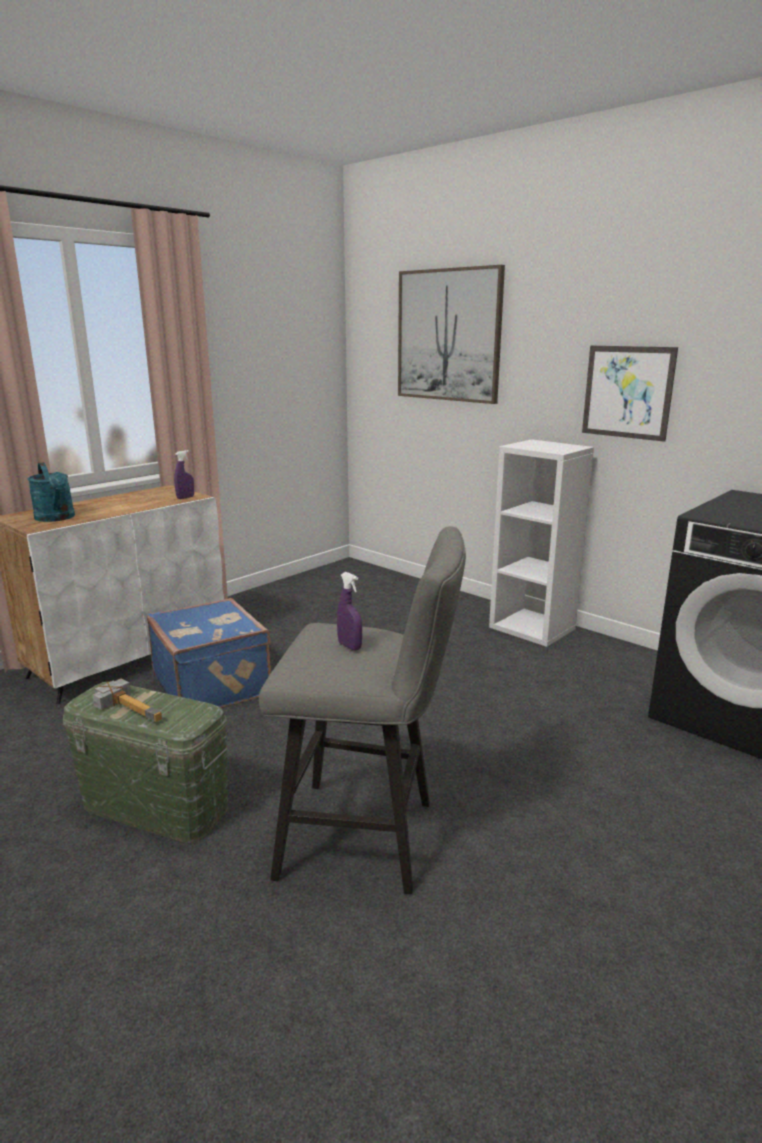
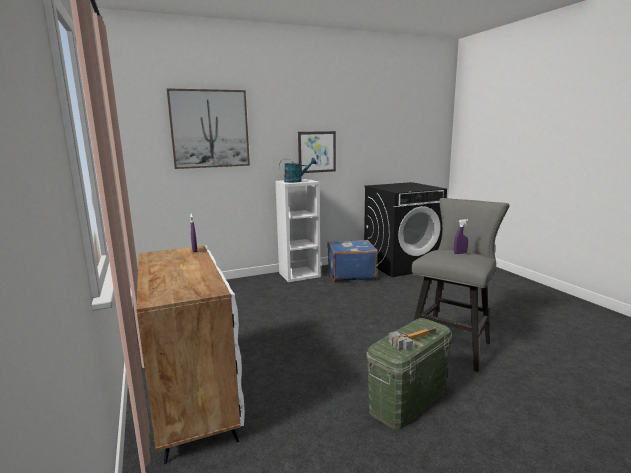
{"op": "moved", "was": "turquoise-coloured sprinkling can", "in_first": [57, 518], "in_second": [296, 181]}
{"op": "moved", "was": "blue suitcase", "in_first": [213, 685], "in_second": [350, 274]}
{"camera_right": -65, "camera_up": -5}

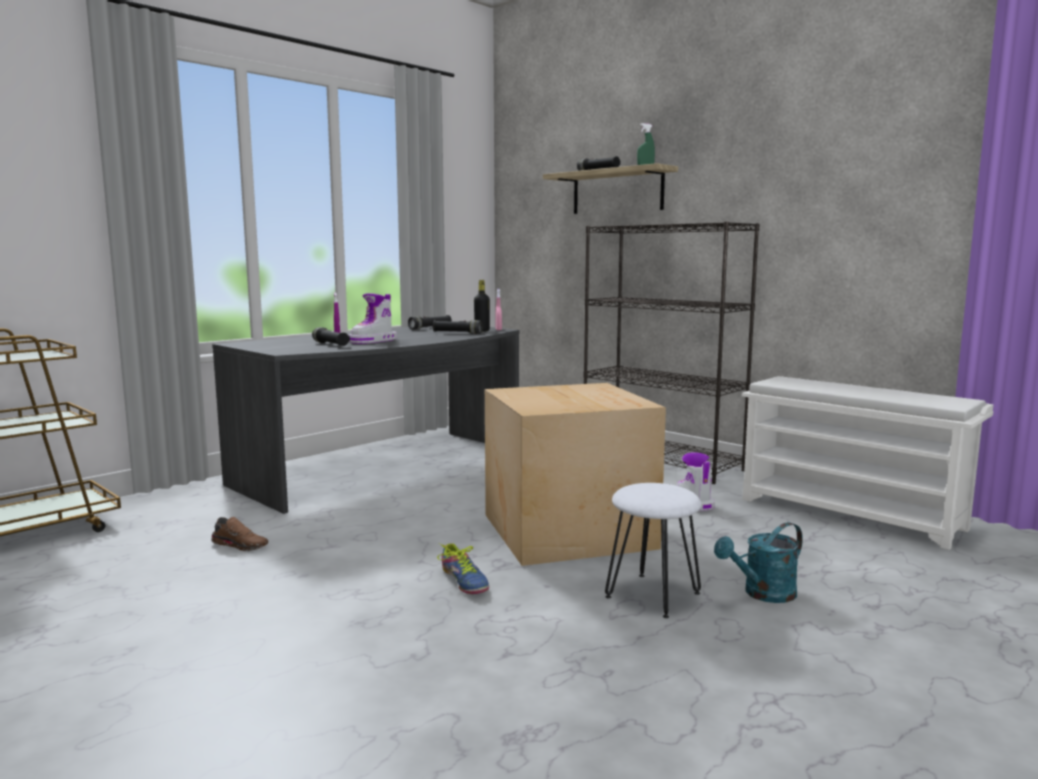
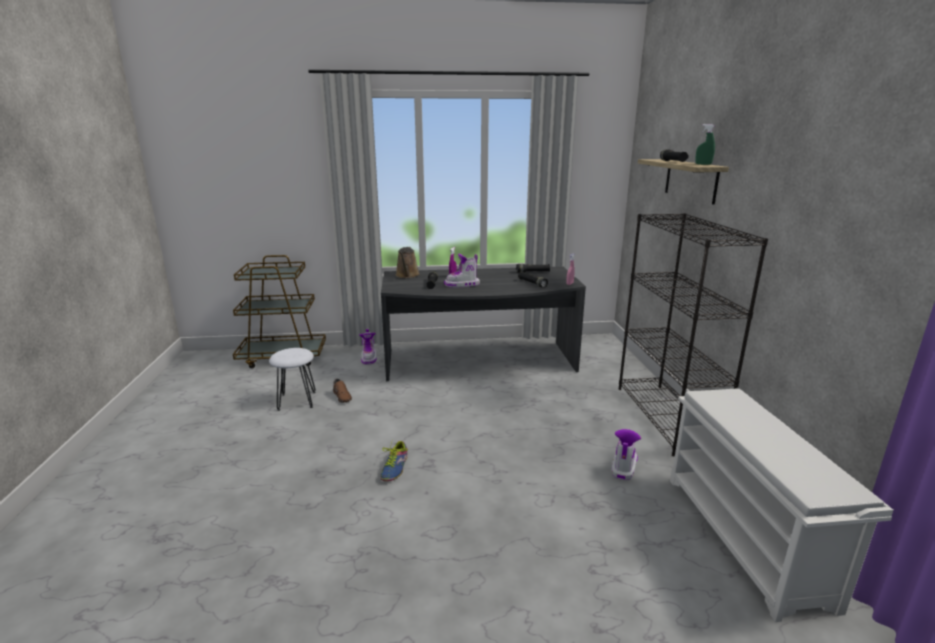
{"op": "removed", "was": "black drink bottle", "in_first": [482, 331]}
{"op": "removed", "was": "cardboard box", "in_first": [569, 530]}
{"op": "moved", "was": "white sitting stool", "in_first": [652, 594], "in_second": [297, 400]}
{"op": "removed", "was": "turquoise-coloured sprinkling can", "in_first": [763, 594]}
{"op": "added", "now": "brown-coloured sprinkling can", "in_second": [407, 275]}
{"op": "added", "now": "tall boot", "in_second": [369, 358]}
{"camera_right": 40, "camera_up": 10}

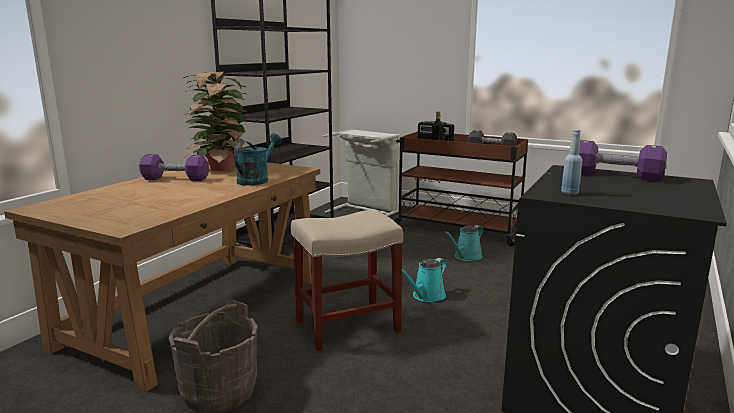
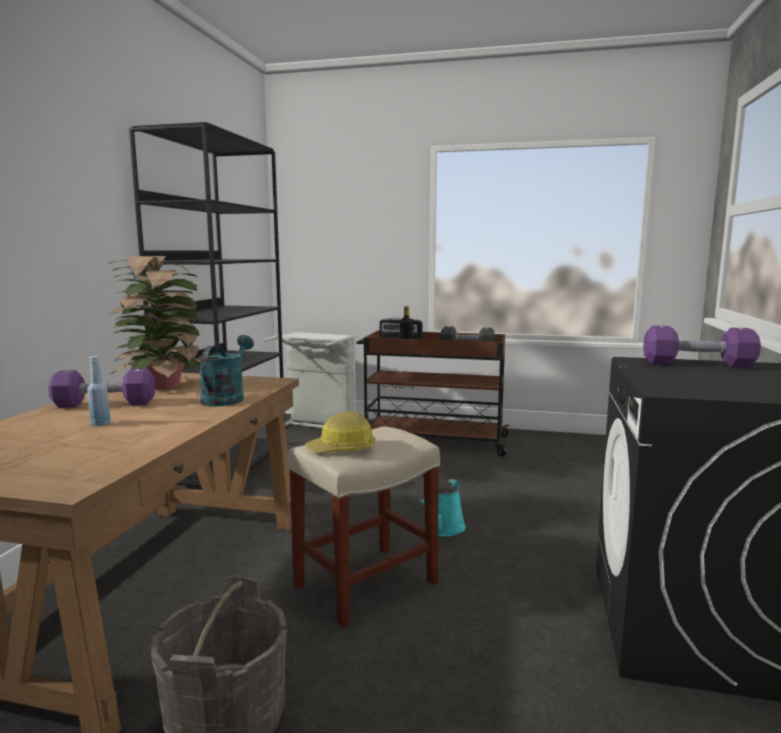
{"op": "moved", "was": "blue drink bottle", "in_first": [569, 193], "in_second": [100, 423]}
{"op": "removed", "was": "turquoise-coloured sprinkling can", "in_first": [466, 257]}
{"op": "added", "now": "safety helmet", "in_second": [342, 450]}
{"camera_right": -15, "camera_up": -5}

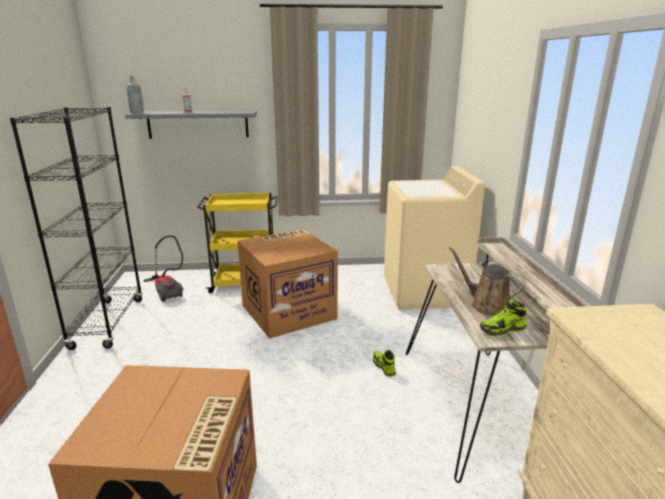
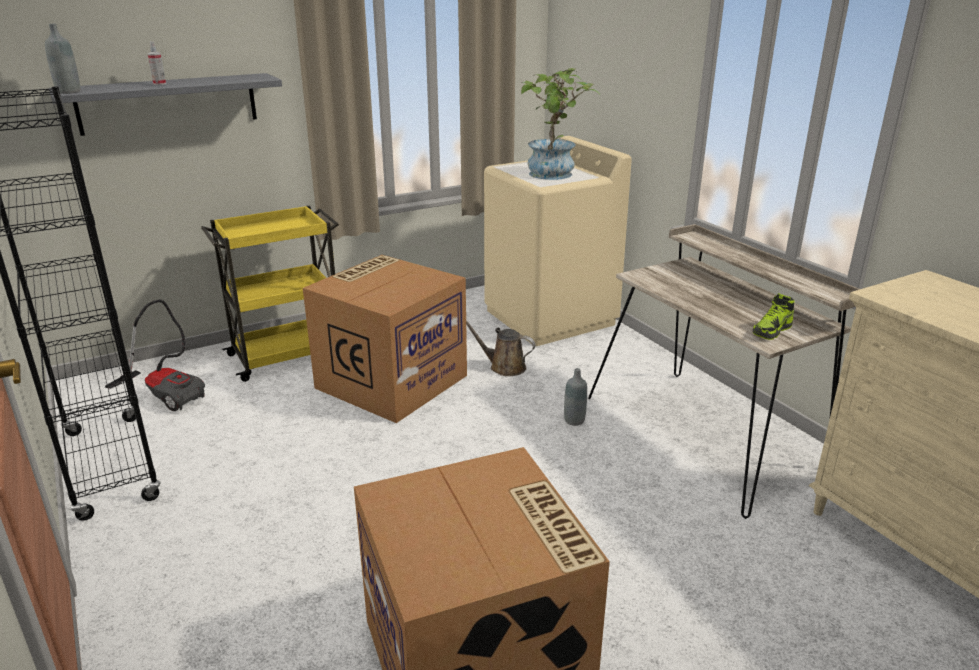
{"op": "moved", "was": "brown-coloured sprinkling can", "in_first": [486, 305], "in_second": [504, 367]}
{"op": "replaced", "was": "low shoe", "now": "grey drink bottle", "in_first": [383, 367], "in_second": [574, 420]}
{"op": "added", "now": "plant in a pot", "in_second": [553, 175]}
{"camera_right": -25, "camera_up": 5}

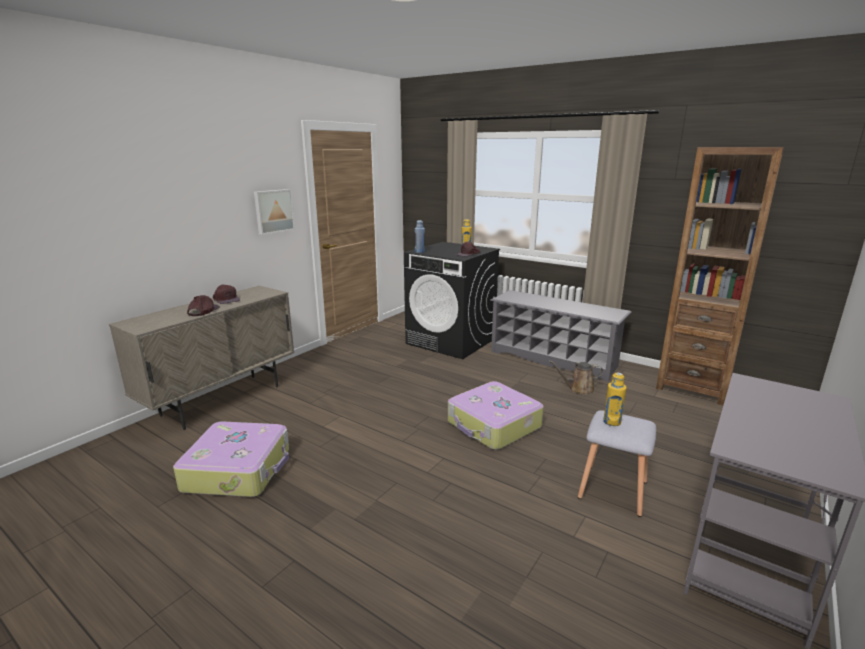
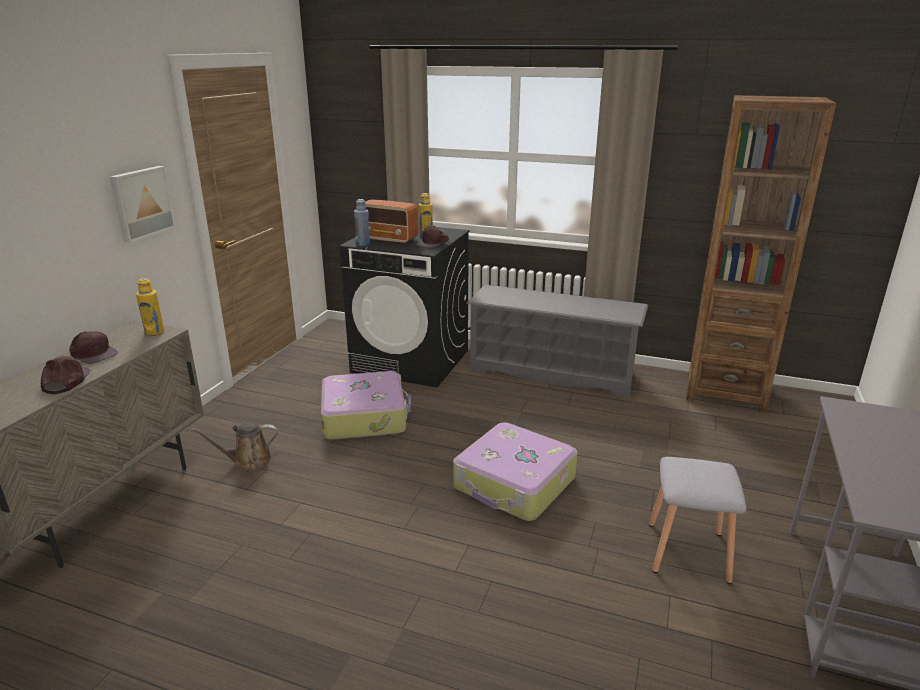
{"op": "moved", "was": "brown-coloured sprinkling can", "in_first": [578, 389], "in_second": [248, 461]}
{"op": "moved", "was": "yellow drink bottle", "in_first": [612, 422], "in_second": [154, 332]}
{"op": "moved", "was": "suitcase", "in_first": [239, 469], "in_second": [365, 416]}
{"op": "added", "now": "radio", "in_second": [389, 239]}
{"camera_right": -15, "camera_up": 5}

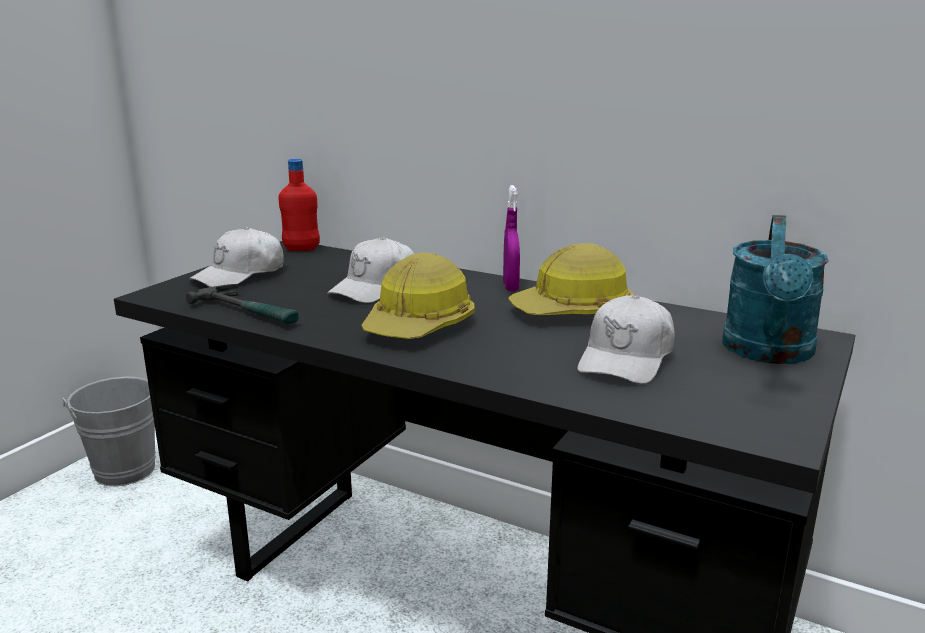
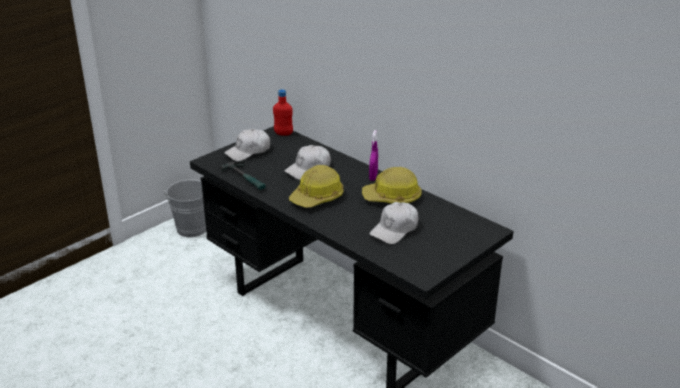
{"op": "removed", "was": "turquoise-coloured sprinkling can", "in_first": [768, 353]}
{"camera_right": 15, "camera_up": 10}

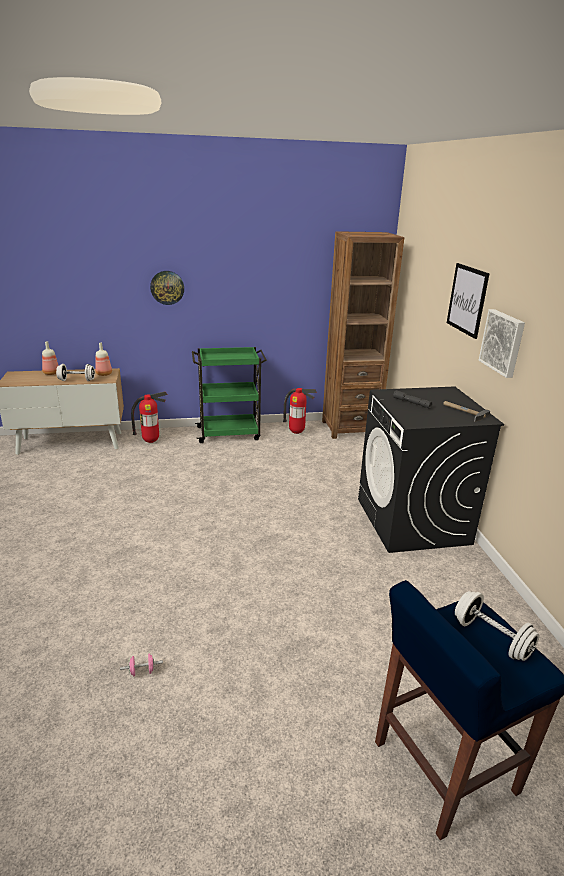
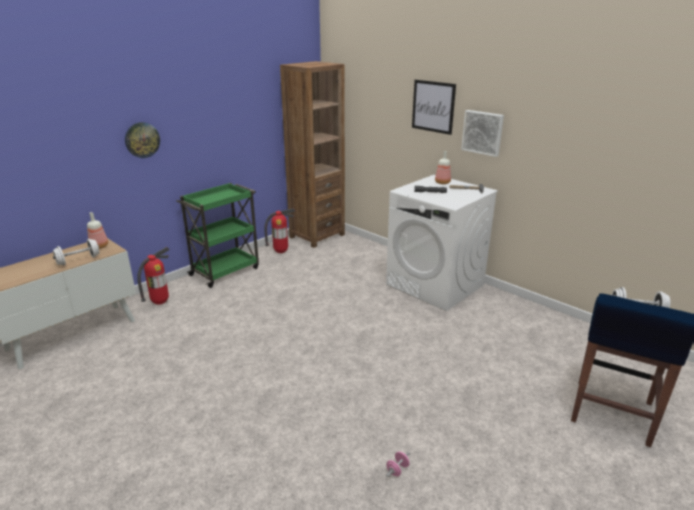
{"op": "moved", "was": "drink bottle", "in_first": [51, 373], "in_second": [443, 183]}
{"op": "recoloured", "was": "black laundry appliance", "now": "white laundry appliance", "in_first": [413, 521], "in_second": [435, 285]}
{"camera_right": -35, "camera_up": 0}

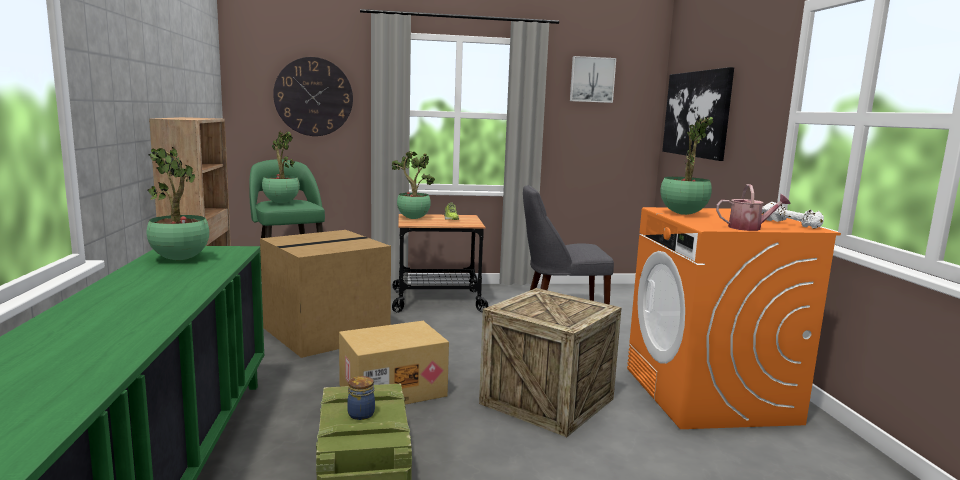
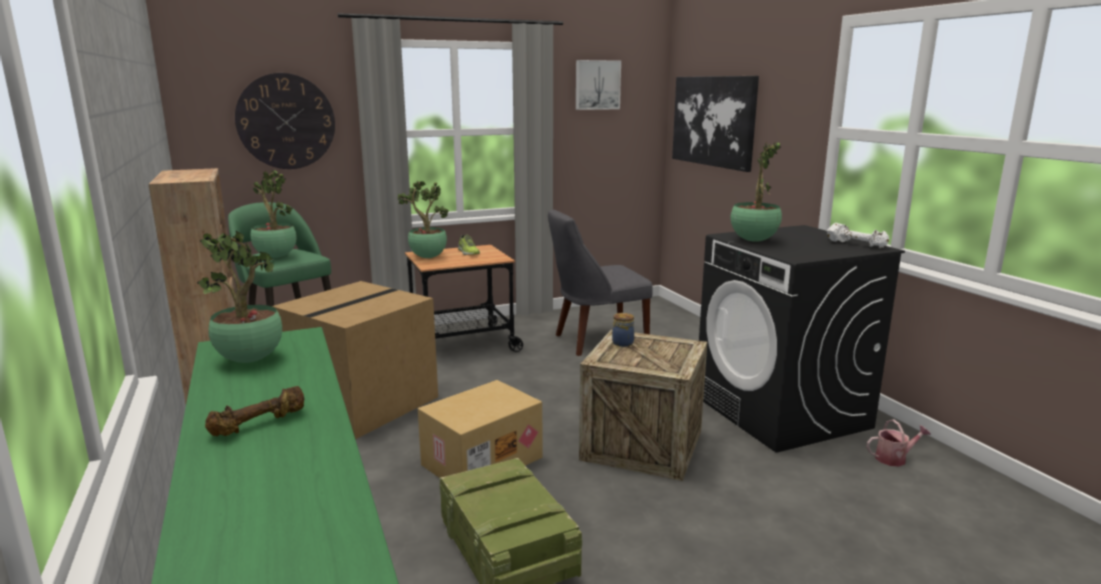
{"op": "moved", "was": "sprinkling can", "in_first": [749, 228], "in_second": [894, 458]}
{"op": "recoloured", "was": "orange laundry appliance", "now": "black laundry appliance", "in_first": [709, 395], "in_second": [781, 412]}
{"op": "moved", "was": "preserve jar", "in_first": [362, 413], "in_second": [623, 343]}
{"op": "added", "now": "brown-coloured hand weight", "in_second": [259, 425]}
{"camera_right": -15, "camera_up": 5}

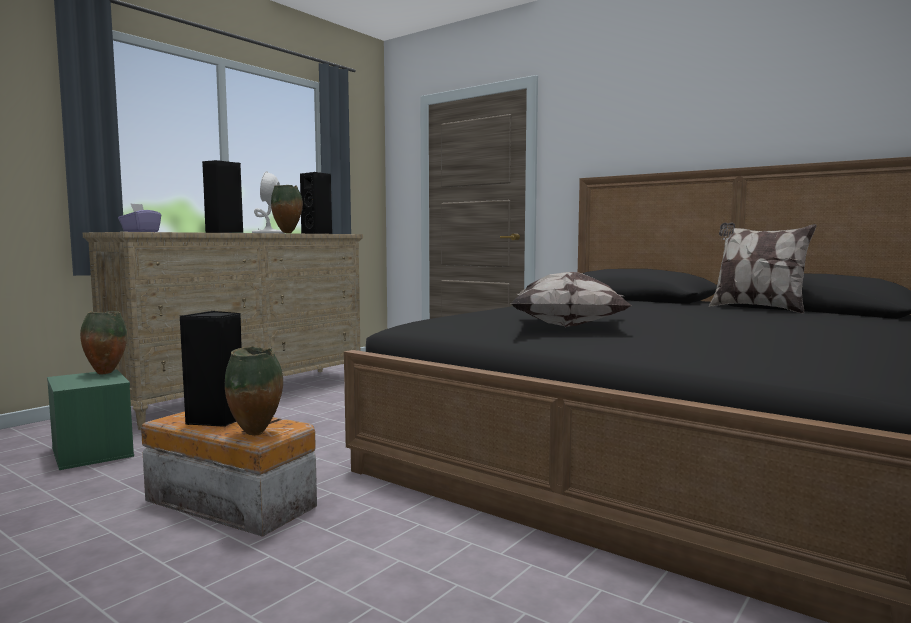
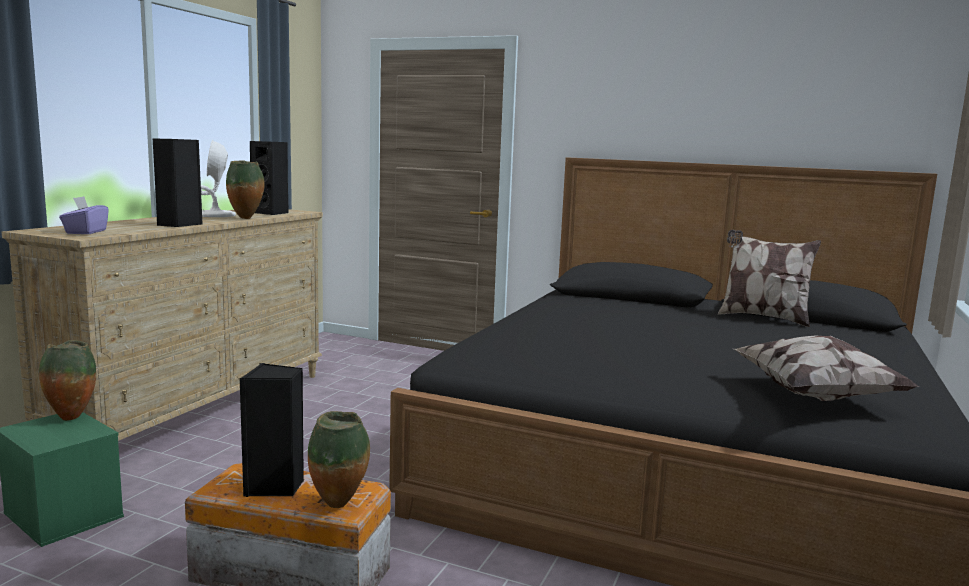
{"op": "moved", "was": "throw pillow", "in_first": [570, 325], "in_second": [816, 395]}
{"camera_right": -15, "camera_up": 5}

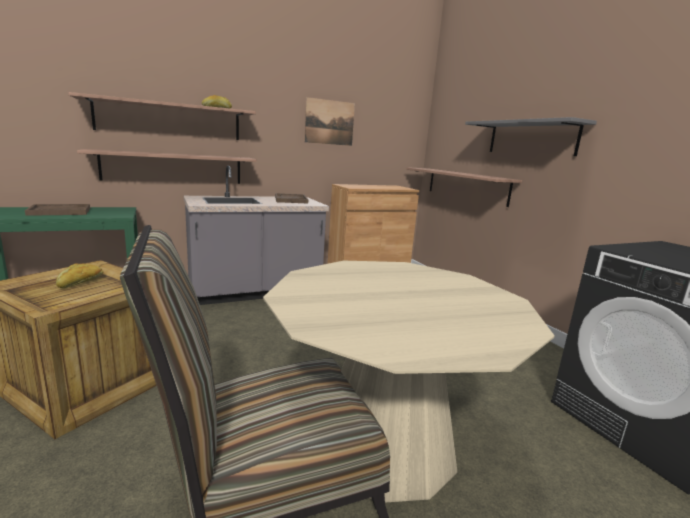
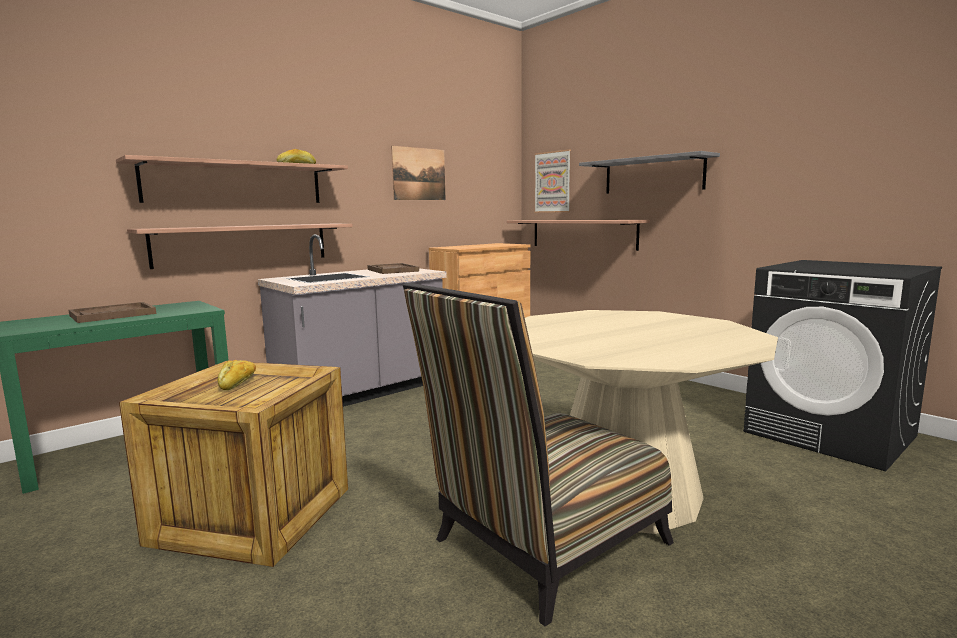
{"op": "added", "now": "picture", "in_second": [552, 182]}
{"camera_right": -15, "camera_up": -5}

